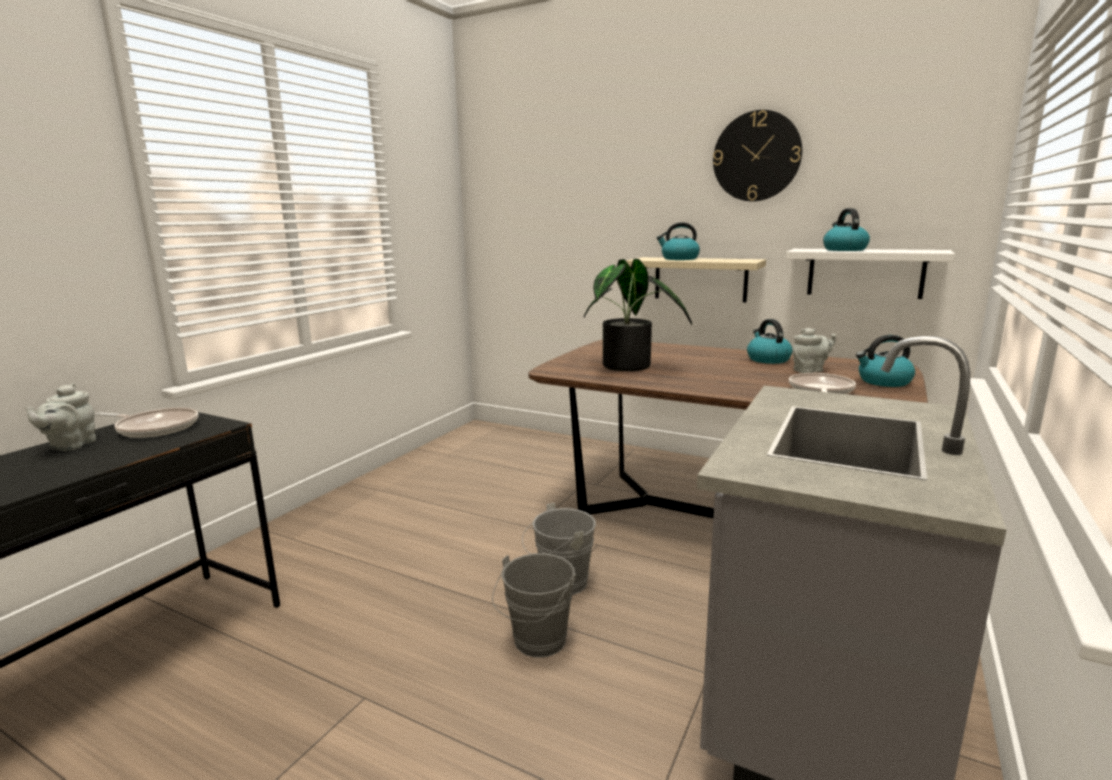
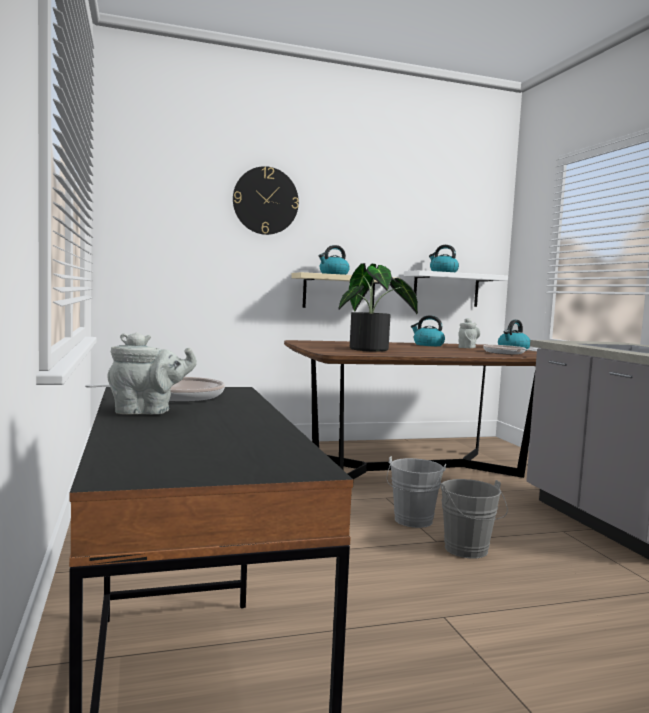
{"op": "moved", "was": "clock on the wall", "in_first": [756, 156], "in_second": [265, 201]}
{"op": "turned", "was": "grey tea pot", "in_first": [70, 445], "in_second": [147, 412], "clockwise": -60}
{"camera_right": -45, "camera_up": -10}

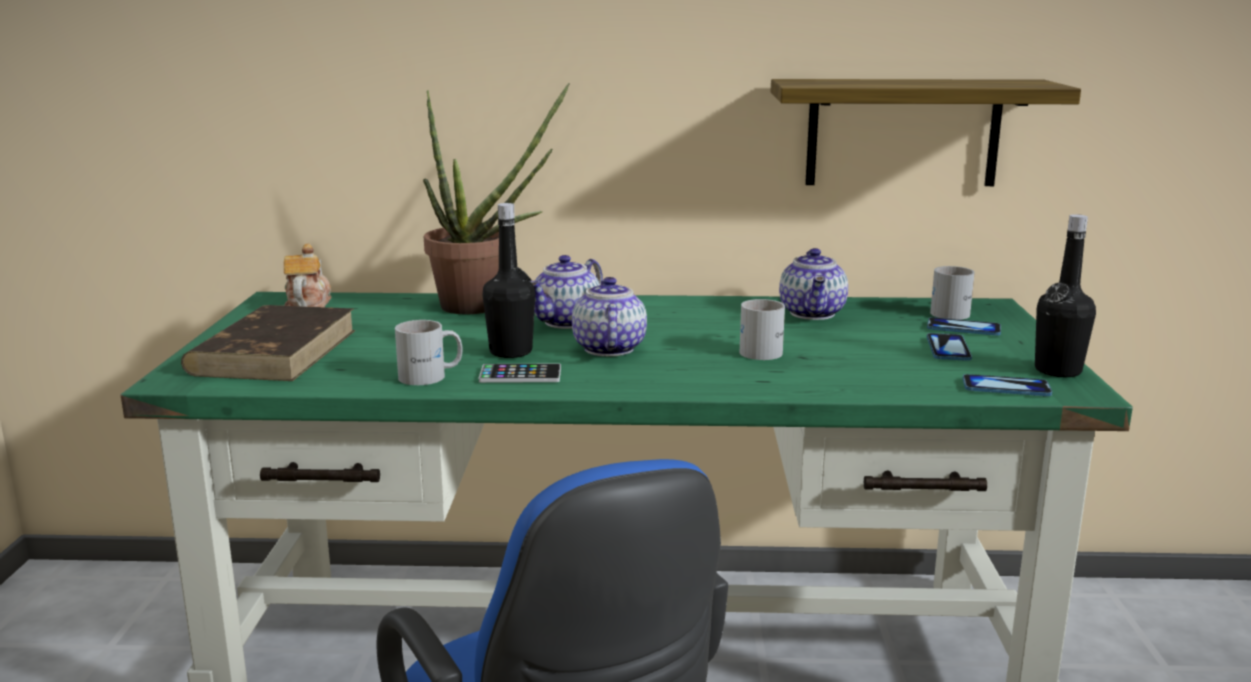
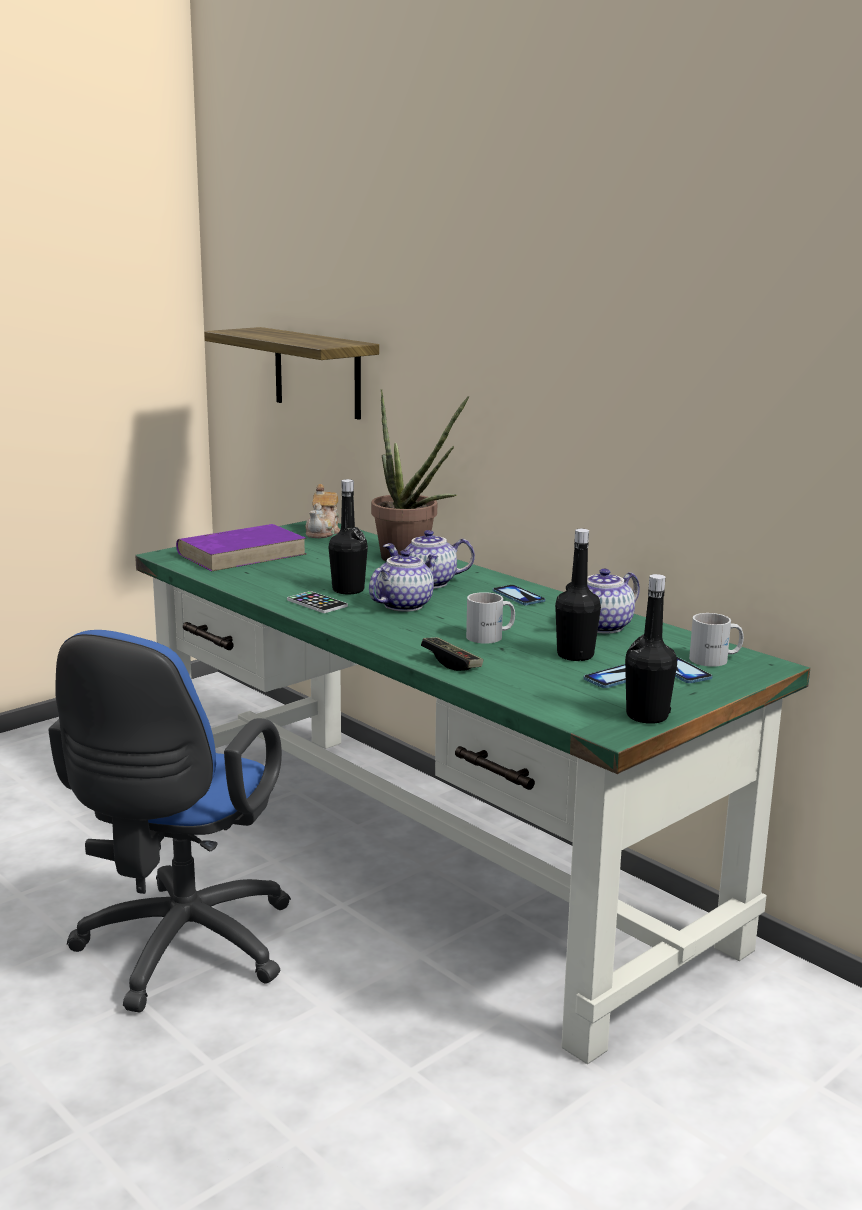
{"op": "moved", "was": "wall shelf", "in_first": [903, 133], "in_second": [317, 373]}
{"op": "turned", "was": "tea pot", "in_first": [308, 305], "in_second": [323, 532], "clockwise": 150}
{"op": "recoloured", "was": "brown-coloured bound book", "now": "purplish bound book", "in_first": [275, 351], "in_second": [243, 553]}
{"op": "removed", "was": "white tea mug", "in_first": [431, 376]}
{"op": "moved", "was": "phone", "in_first": [1006, 388], "in_second": [518, 597]}
{"op": "added", "now": "black drink bottle", "in_second": [575, 655]}
{"op": "added", "now": "game controller", "in_second": [451, 663]}
{"camera_right": 45, "camera_up": 0}

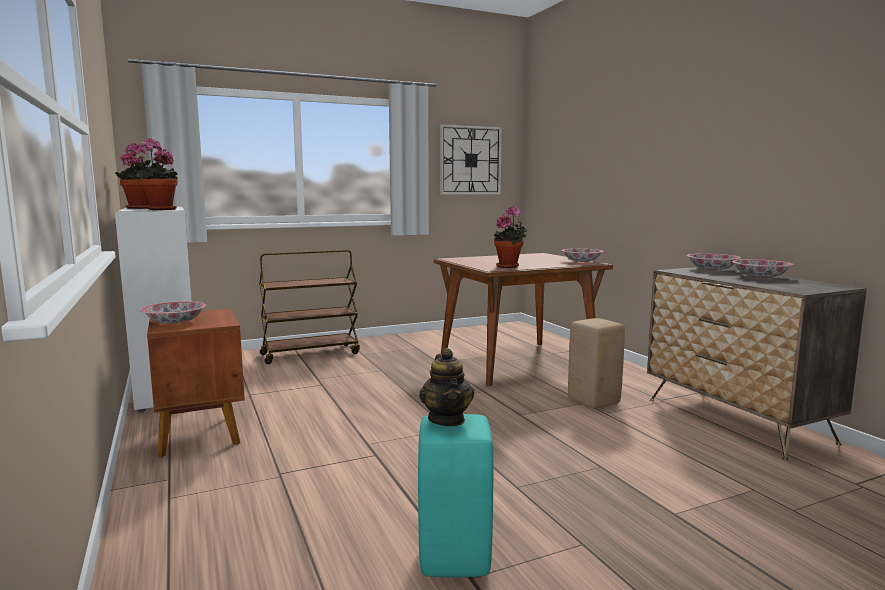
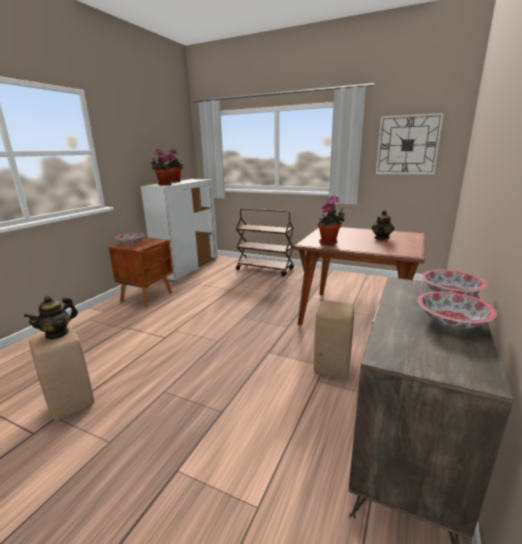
{"op": "removed", "was": "bowl", "in_first": [582, 261]}
{"op": "recoloured", "was": "turquoise-coloured sitting stool", "now": "beige sitting stool", "in_first": [456, 558], "in_second": [72, 405]}
{"op": "added", "now": "tea pot", "in_second": [381, 238]}
{"camera_right": 50, "camera_up": 10}

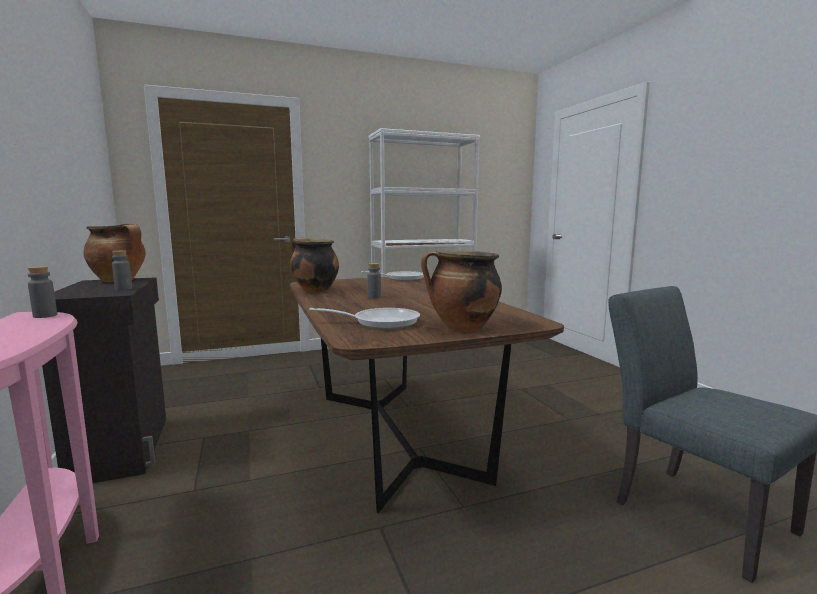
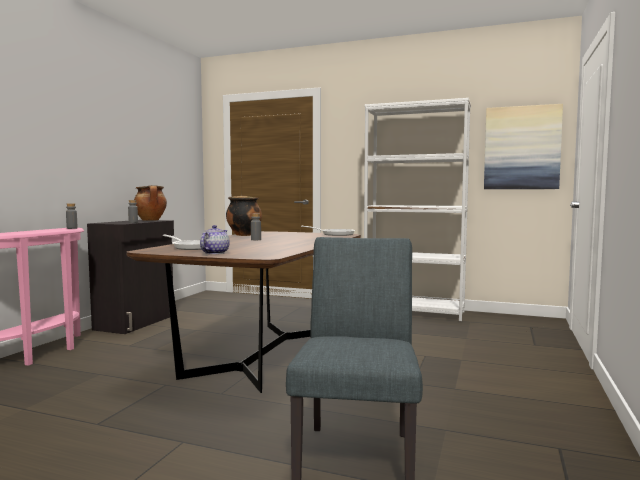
{"op": "replaced", "was": "saucepot", "now": "tea pot", "in_first": [462, 328], "in_second": [214, 253]}
{"op": "added", "now": "picture", "in_second": [521, 148]}
{"camera_right": 40, "camera_up": -5}

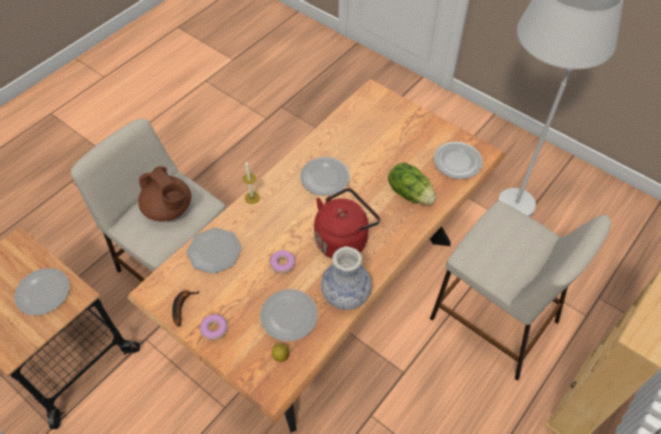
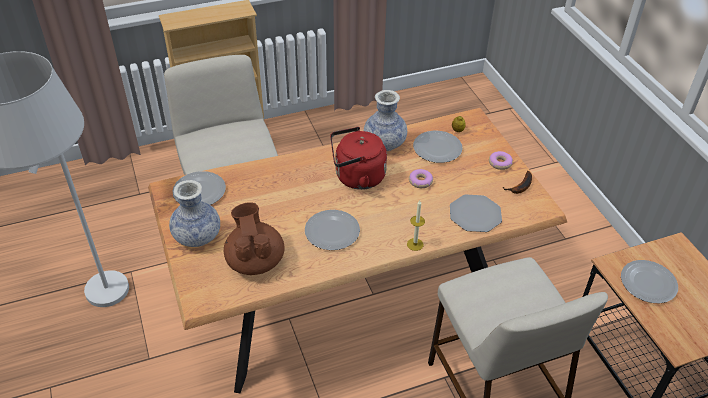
{"op": "removed", "was": "lettuce head", "in_first": [410, 193]}
{"op": "moved", "was": "brown-coloured tea pot", "in_first": [169, 209], "in_second": [255, 261]}
{"op": "added", "now": "vase", "in_second": [197, 237]}
{"camera_right": -150, "camera_up": -10}

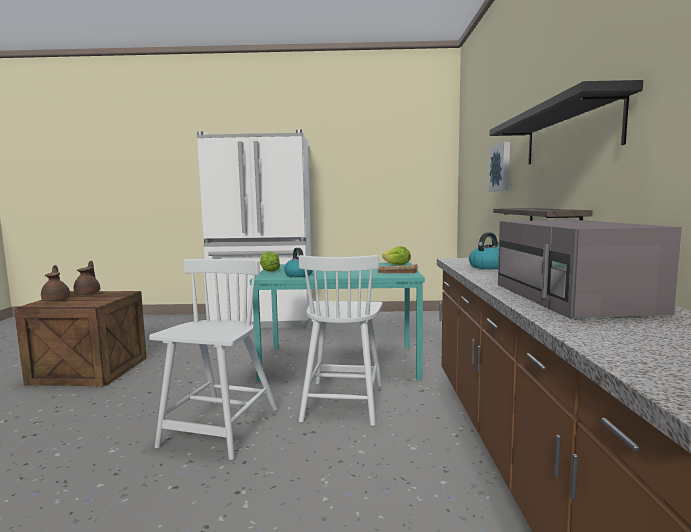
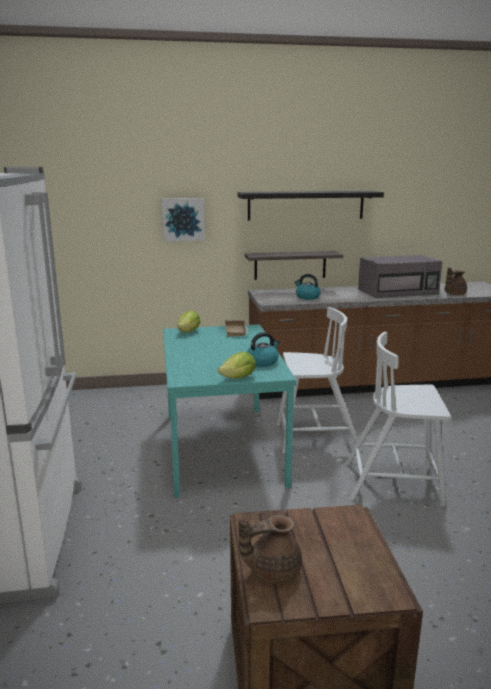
{"op": "moved", "was": "brown-coloured tea pot", "in_first": [57, 300], "in_second": [454, 294]}
{"camera_right": -100, "camera_up": 10}

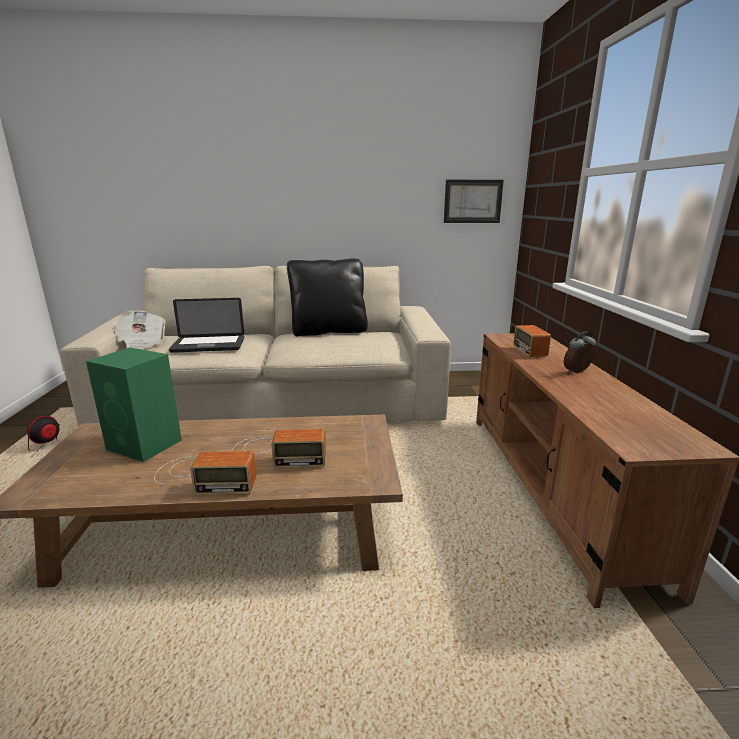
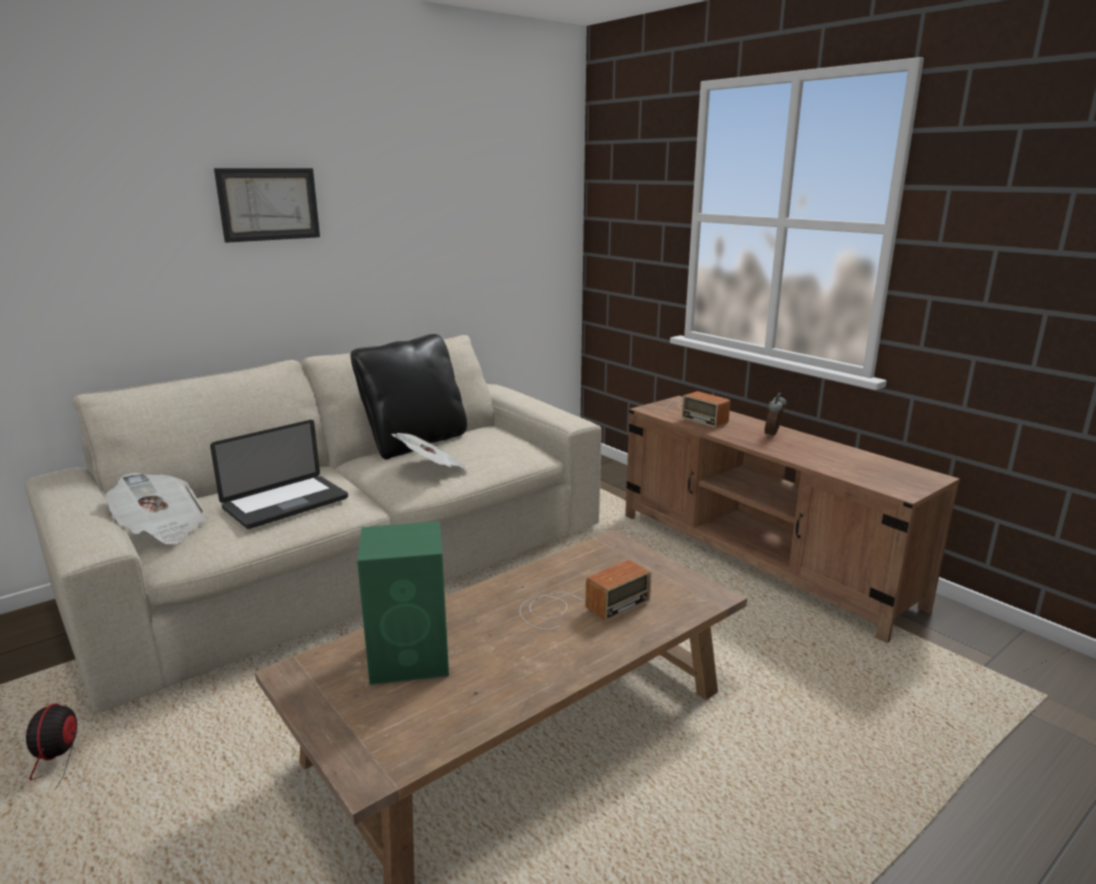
{"op": "moved", "was": "picture", "in_first": [472, 201], "in_second": [269, 204]}
{"op": "removed", "was": "radio", "in_first": [203, 476]}
{"op": "added", "now": "printed paper", "in_second": [432, 469]}
{"camera_right": -35, "camera_up": 0}

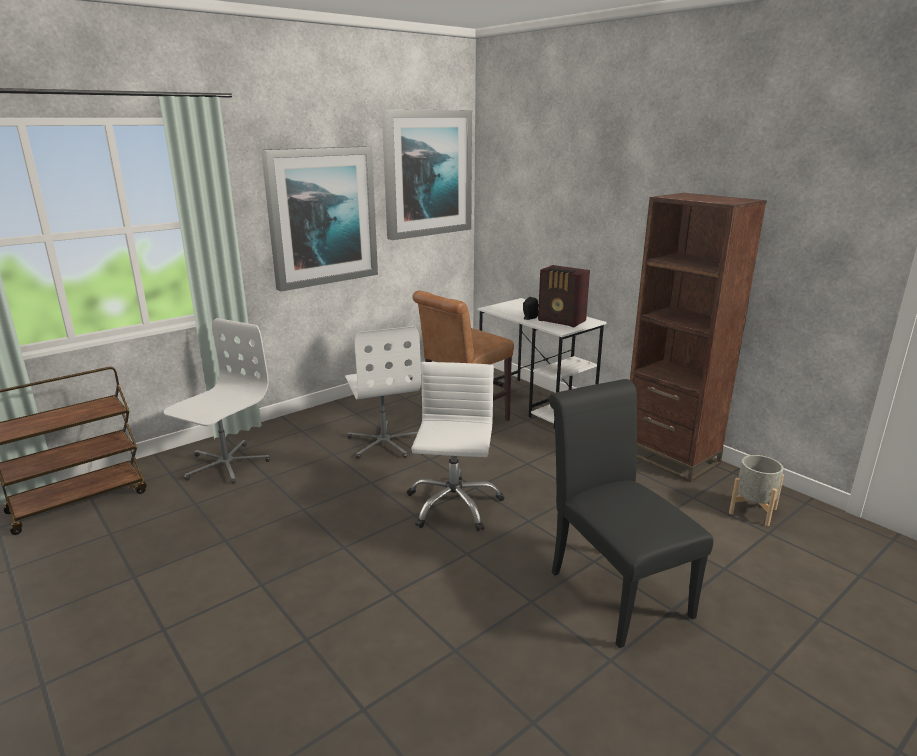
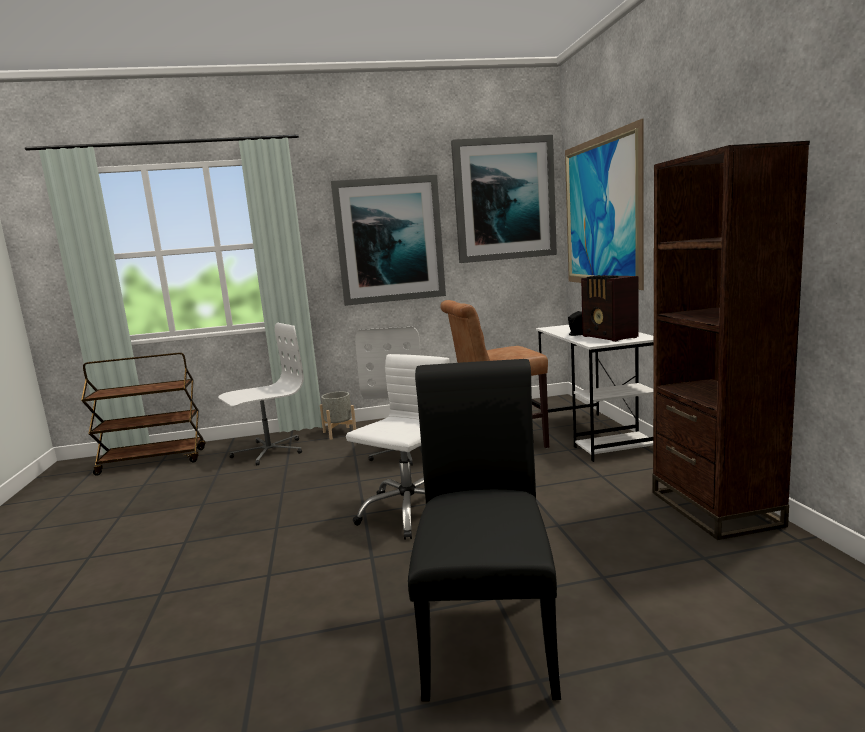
{"op": "moved", "was": "grey plant pot", "in_first": [752, 511], "in_second": [340, 433]}
{"op": "added", "now": "picture", "in_second": [600, 212]}
{"camera_right": 30, "camera_up": -10}

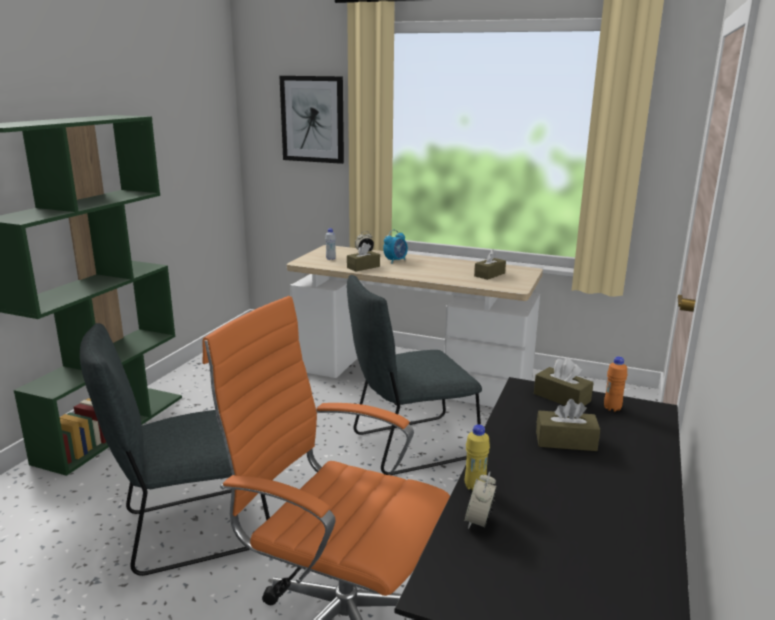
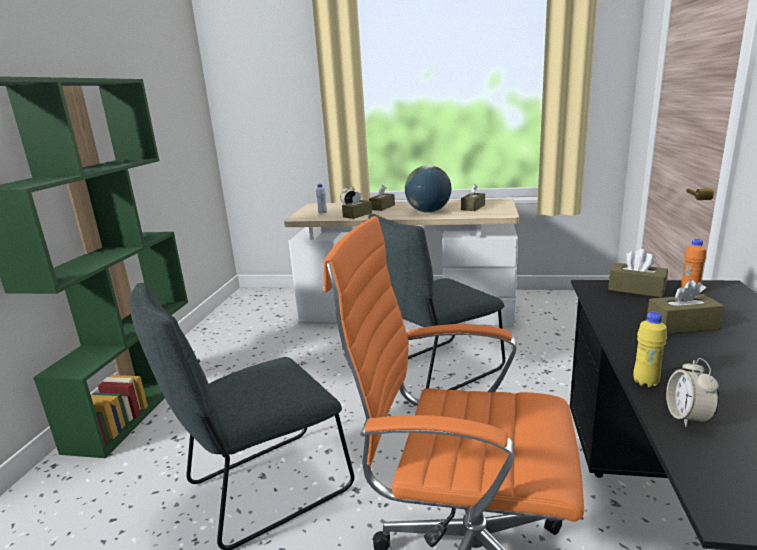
{"op": "removed", "was": "picture", "in_first": [312, 119]}
{"op": "replaced", "was": "bedside clock", "now": "brown-coloured box of tissues", "in_first": [395, 261], "in_second": [382, 207]}
{"op": "added", "now": "desk globe", "in_second": [429, 211]}
{"camera_right": -10, "camera_up": 0}

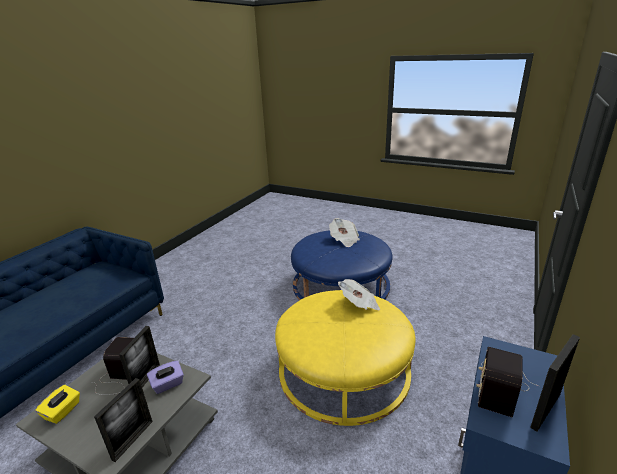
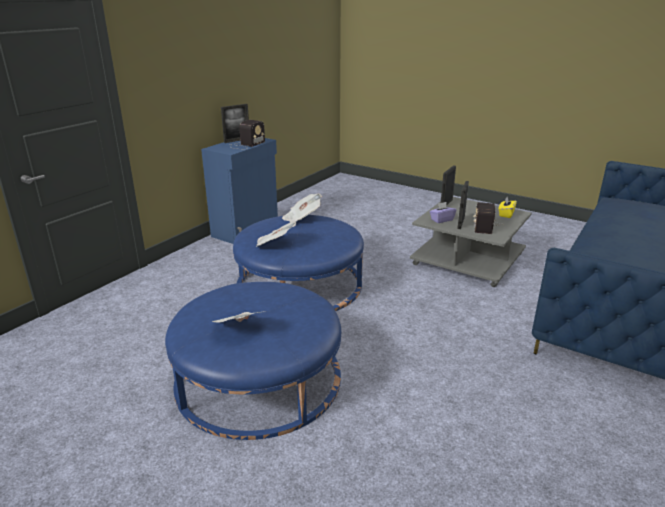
{"op": "recoloured", "was": "yellow ottoman", "now": "blue ottoman", "in_first": [344, 369], "in_second": [299, 283]}
{"op": "added", "now": "printed paper", "in_second": [302, 218]}
{"camera_right": -175, "camera_up": 0}

